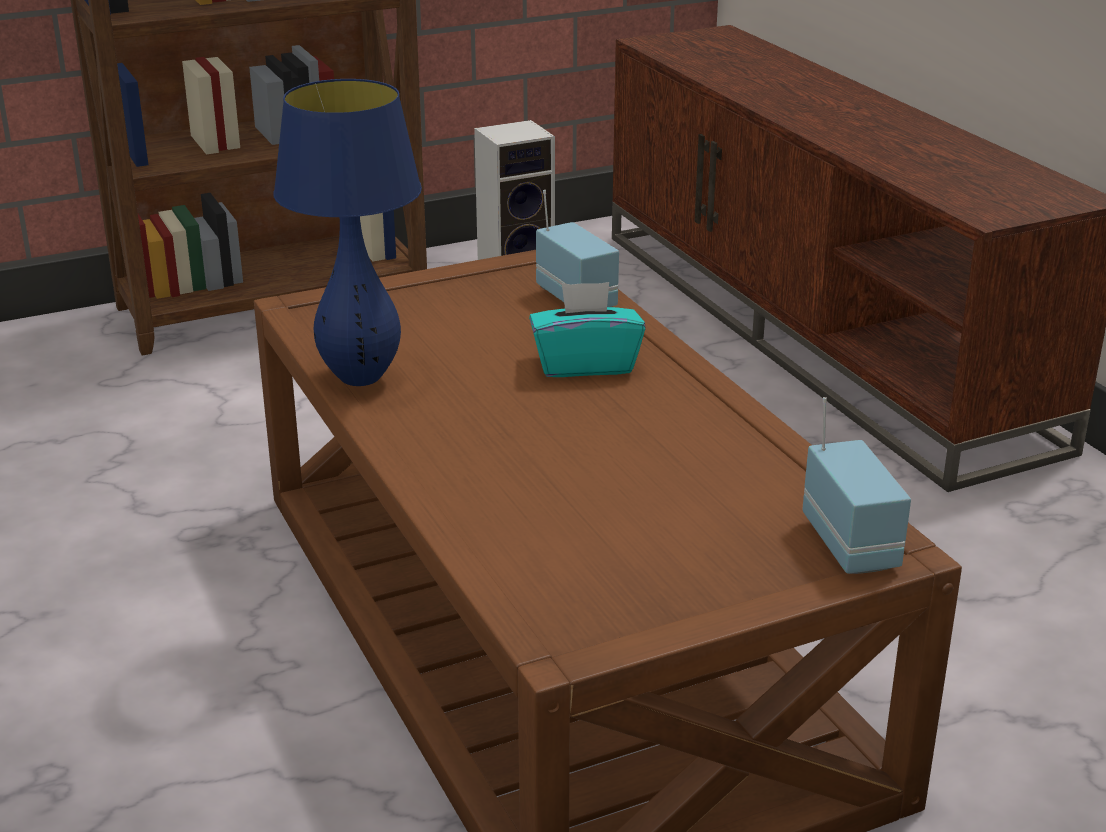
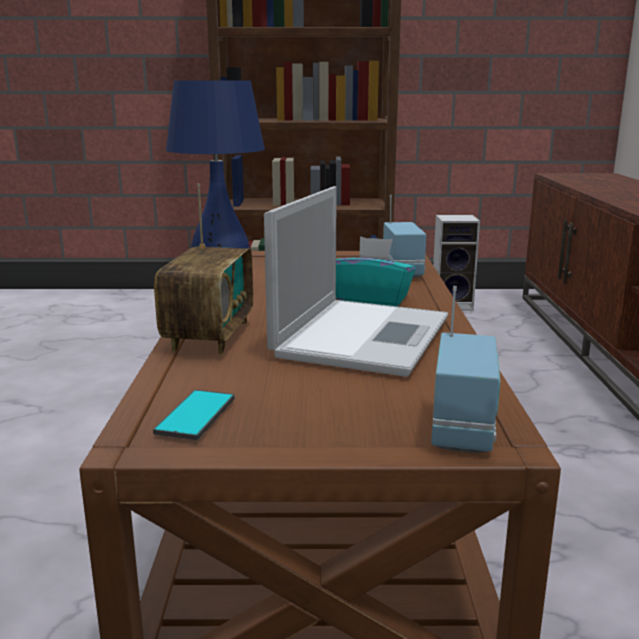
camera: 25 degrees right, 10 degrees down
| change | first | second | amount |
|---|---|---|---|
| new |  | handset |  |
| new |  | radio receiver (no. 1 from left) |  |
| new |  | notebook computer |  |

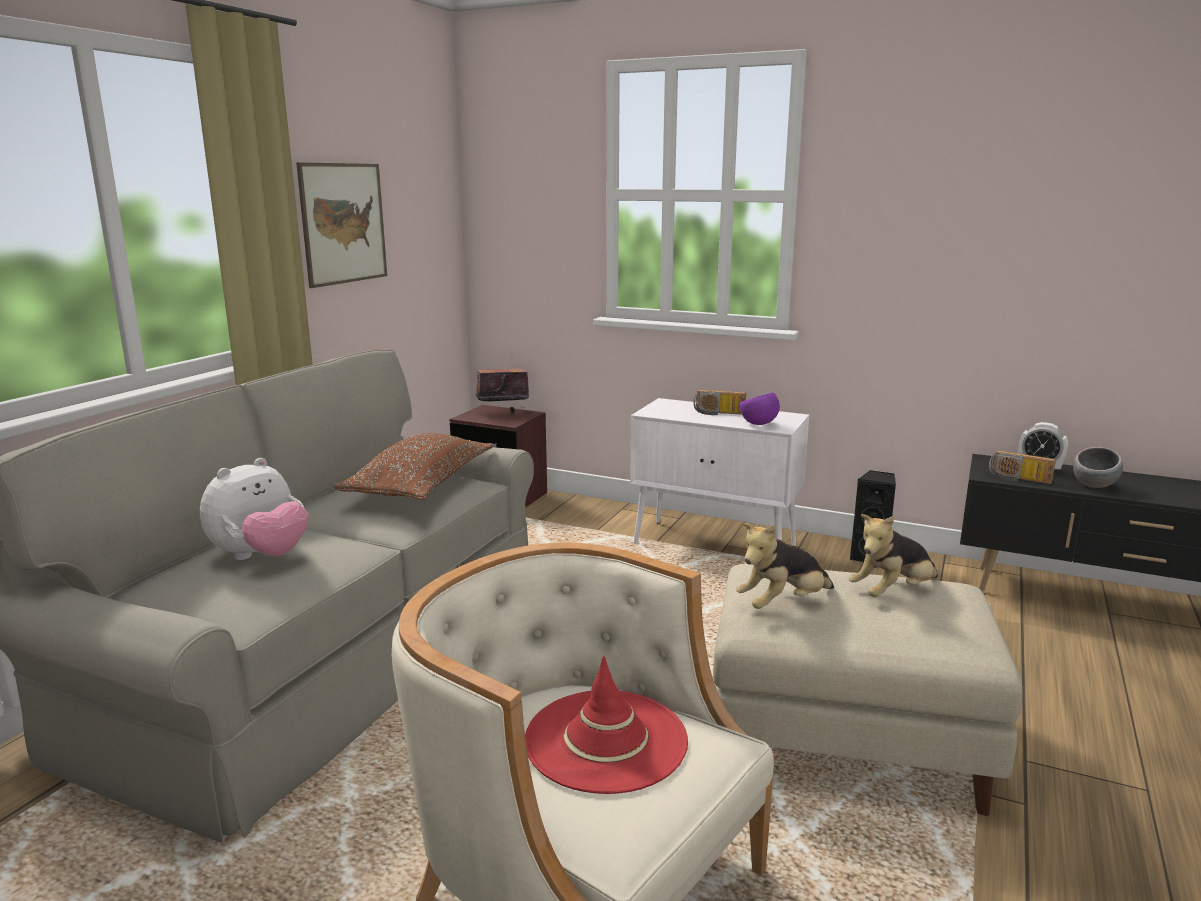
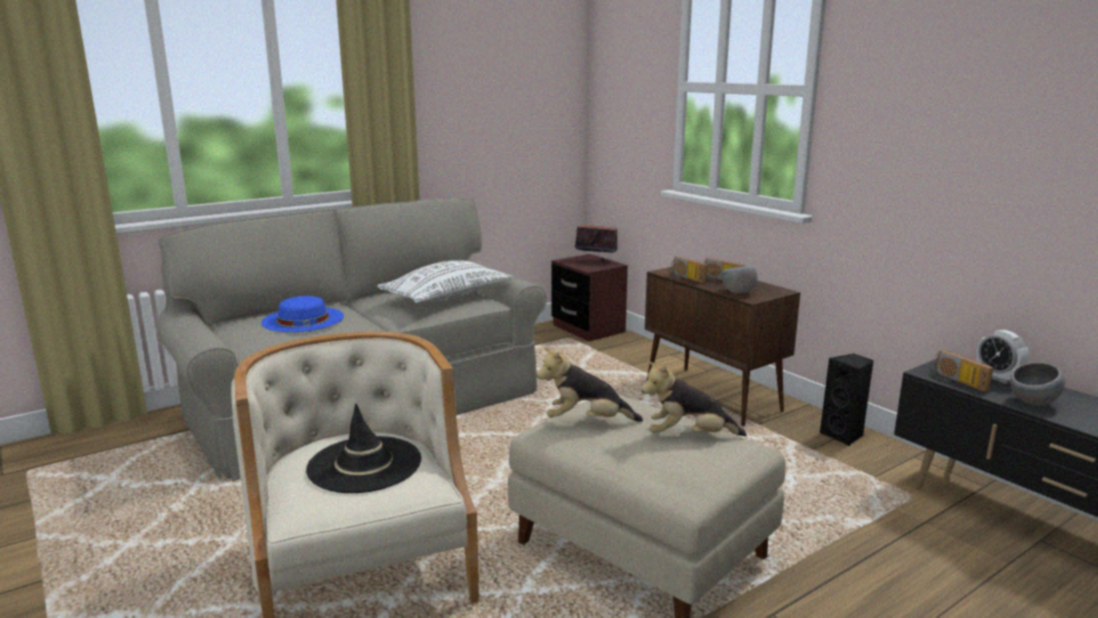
camera: 30 degrees right, 0 degrees up
| change | first | second | amount |
|---|---|---|---|
| swapped | soft toy (no. 1 from left) | hat in bluish |  |
| gone | wall picture |  |  |
| repainted | cushion in brownish | cushion in whitish |  |
| repainted | hat in reddish | hat in black |  |
| repainted | cabinet in whitish | cabinet in brownish |  |
| repainted | bowl in purple-coloured | bowl in grey (no. 1 from left) |  |
| new |  | radio receiver (no. 2 from left) |  |

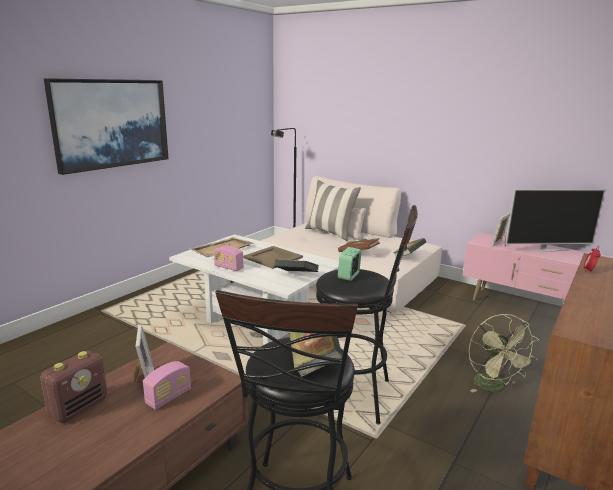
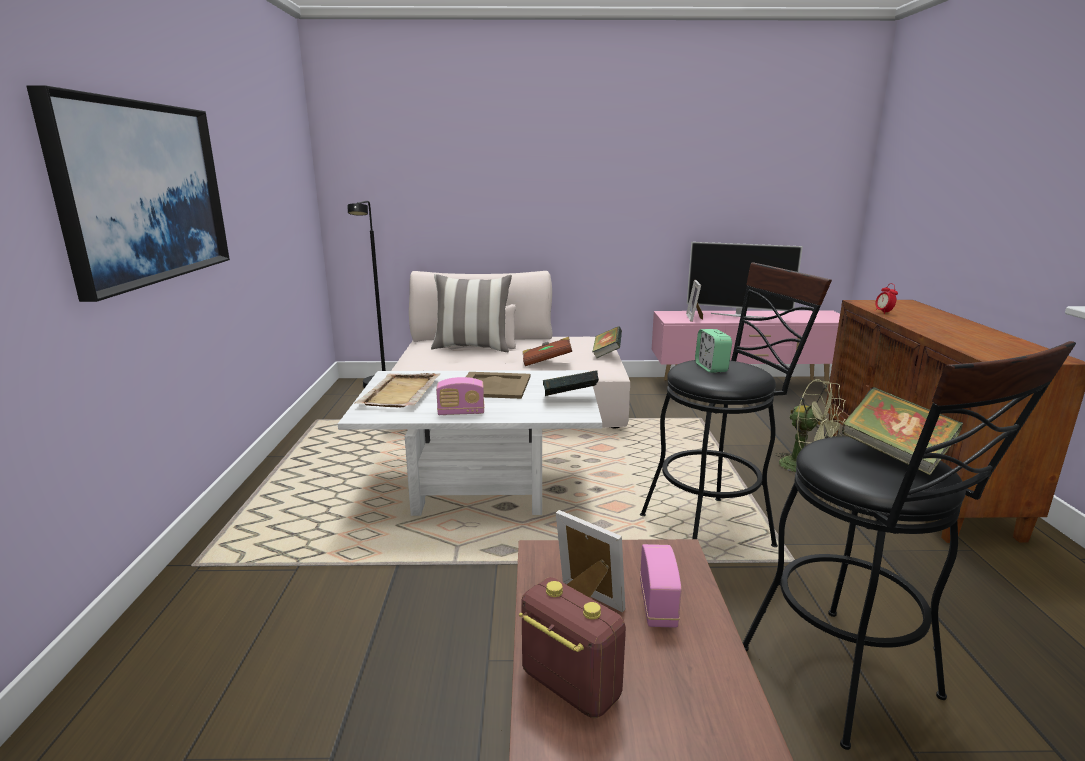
camera: 35 degrees left, 0 degrees up
| change | first | second | amount |
|---|---|---|---|
| rotated | radio receiver (no. 1 from left in the first image) | radio receiver (no. 2 from left) | 45 degrees counterclockwise |
| rotated | television |  | 60 degrees clockwise |

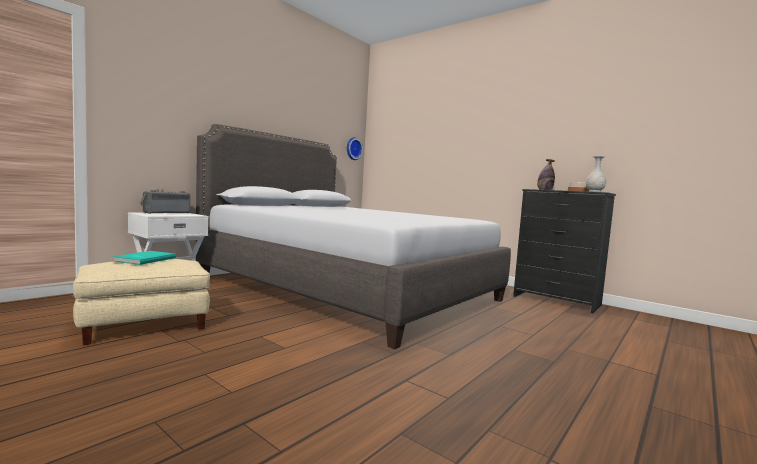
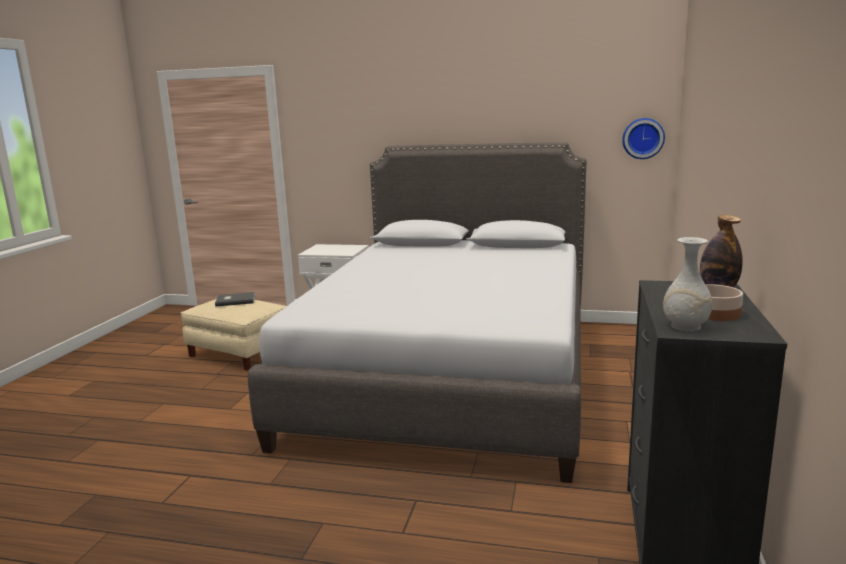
camera: 65 degrees right, 10 degrees up
| change | first | second | amount |
|---|---|---|---|
| repainted | bound book in turquoise | bound book in grey |  |
| gone | radio receiver |  |  |

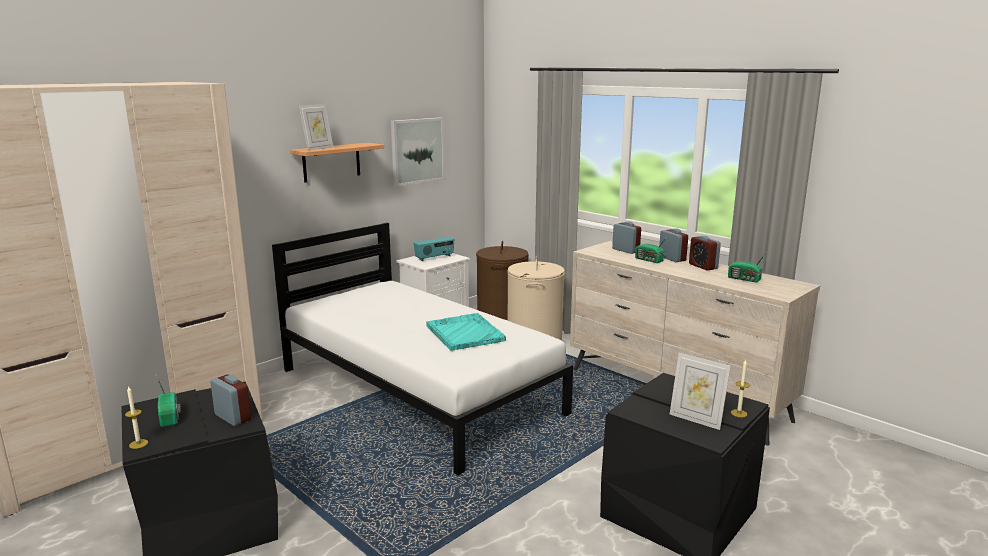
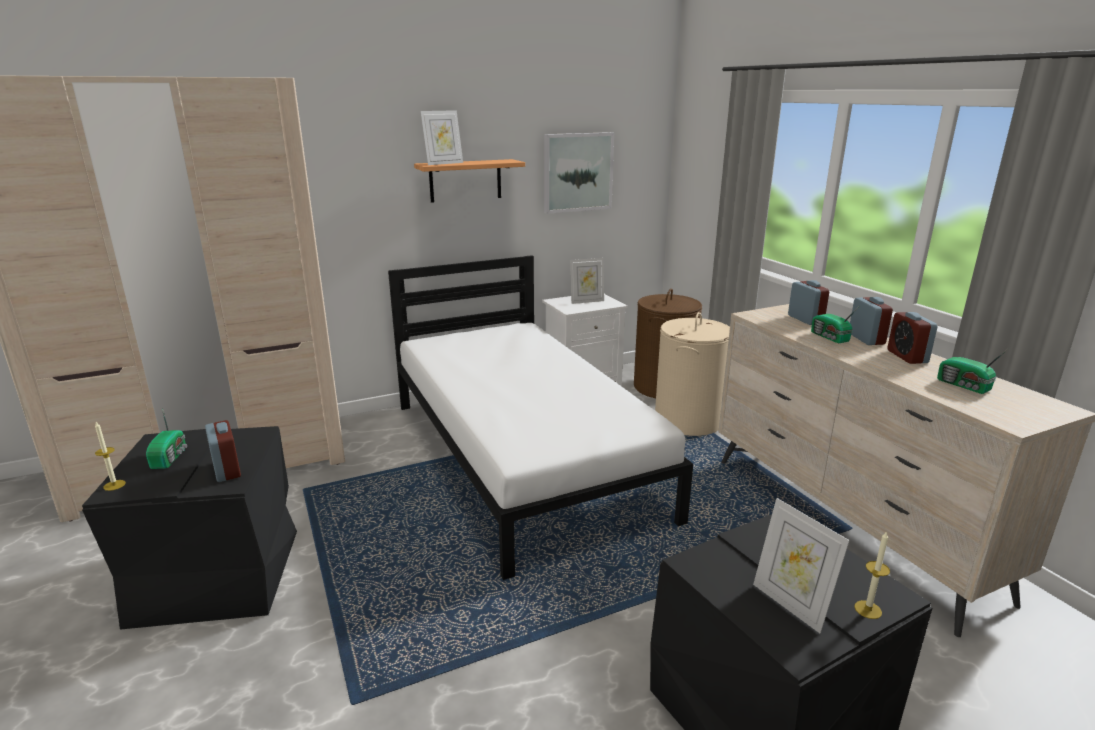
camera: 20 degrees right, 5 degrees up
| change | first | second | amount |
|---|---|---|---|
| swapped | radio receiver (no. 2 from left) | photo frame (no. 2 from left) |  |
| gone | tray in turquoise |  |  |

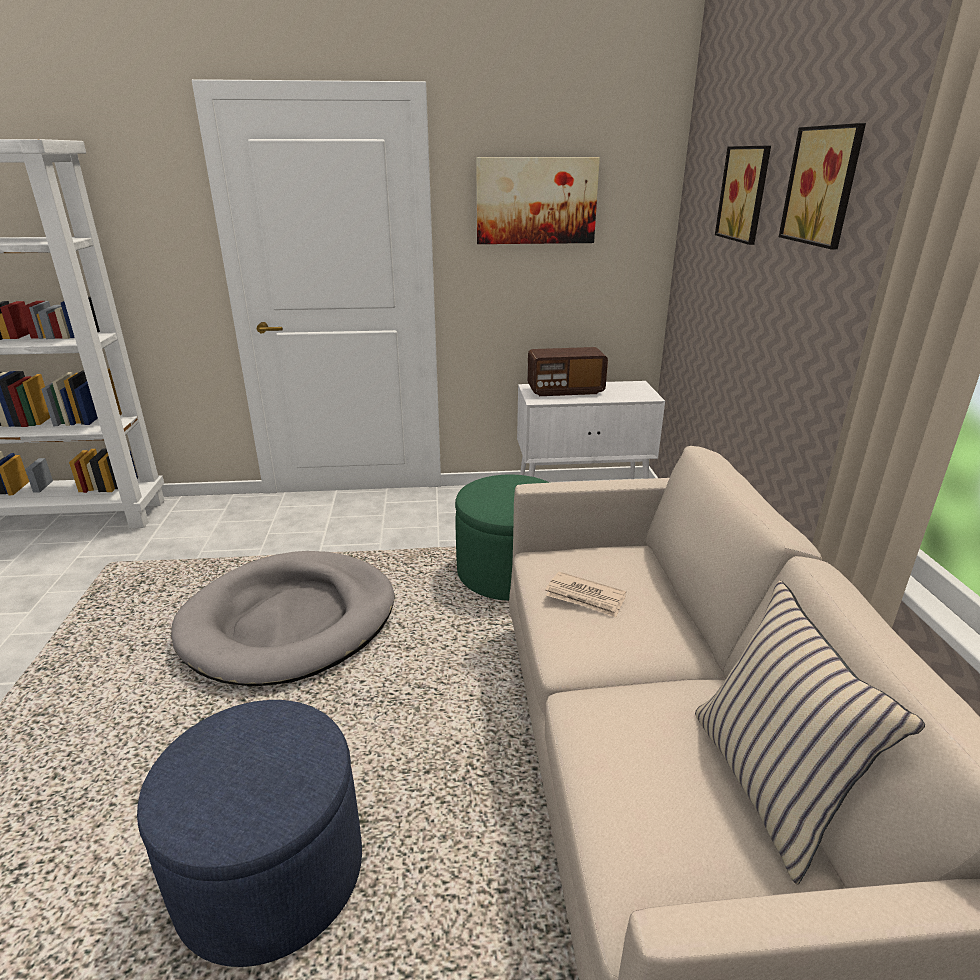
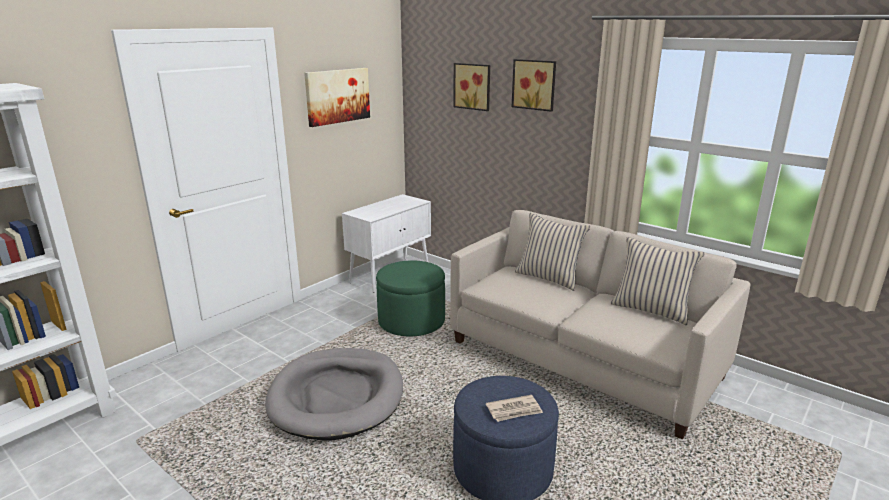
camera: 45 degrees left, 5 degrees down
| change | first | second | amount |
|---|---|---|---|
| gone | radio receiver |  |  |
| shifted | newspaper |  |  |
| new |  | cushion in sand-coloured (no. 1 from left) |  |

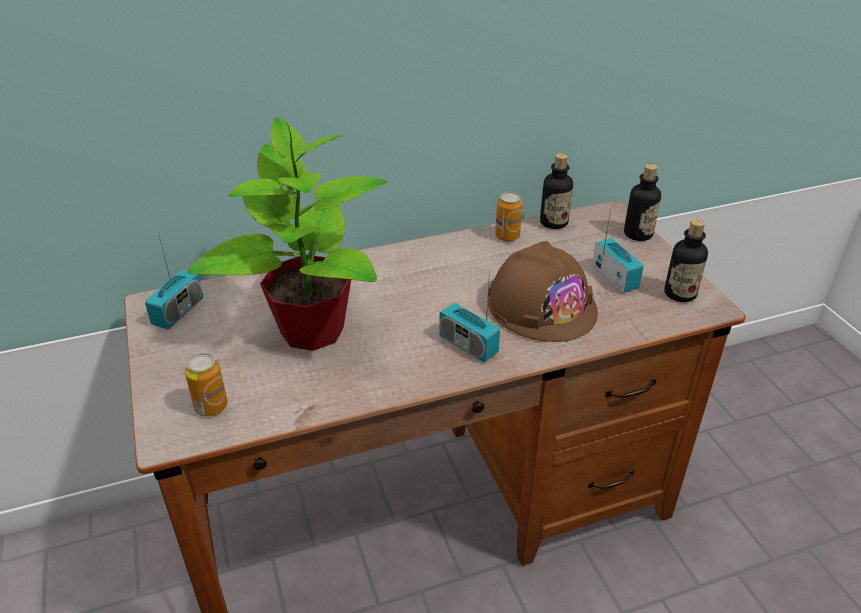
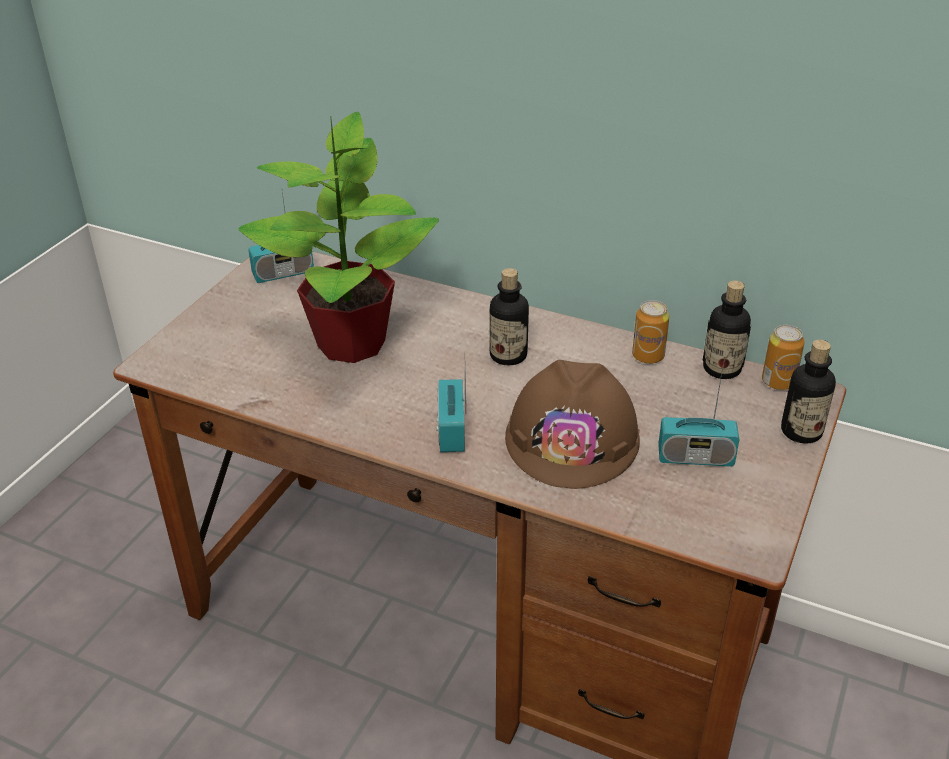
camera: 45 degrees right, 0 degrees up
| change | first | second | amount |
|---|---|---|---|
| shifted | metal can (no. 1 from left in the first image) | metal can (no. 2 from left) |  |
| rotated | radio receiver (no. 3 from left) |  | 75 degrees clockwise |
| shifted | drink bottle (no. 3 from left in the first image) | drink bottle (no. 1 from left) |  |

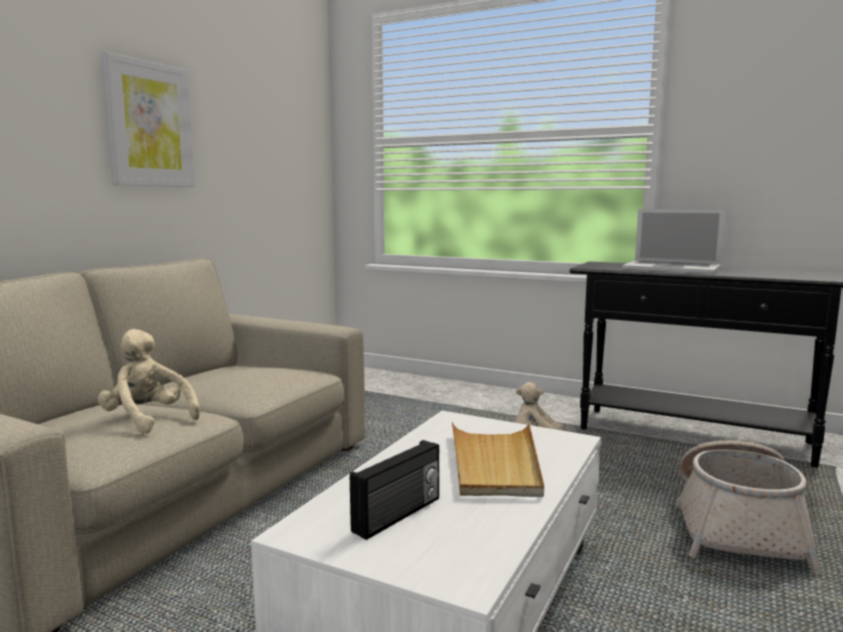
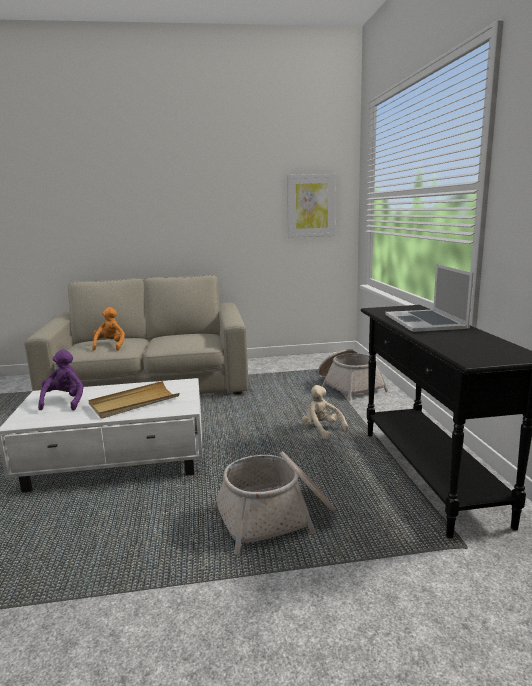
camera: 55 degrees right, 5 degrees up
| change | first | second | amount |
|---|---|---|---|
| repainted | soft toy in sand-coloured (no. 1 from left) | soft toy in orange |  |
| shifted | wall picture |  |  |
| swapped | radio receiver | soft toy in purple-coloured |  |
| new |  | storage basket (no. 2 from left) |  |

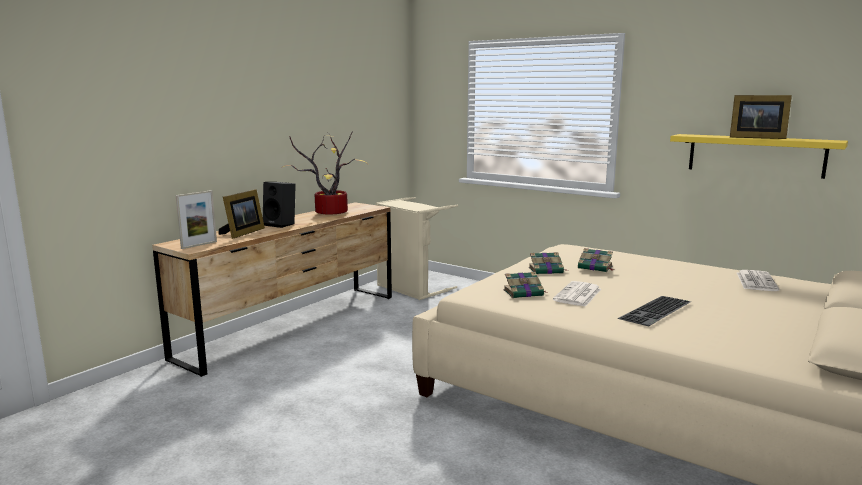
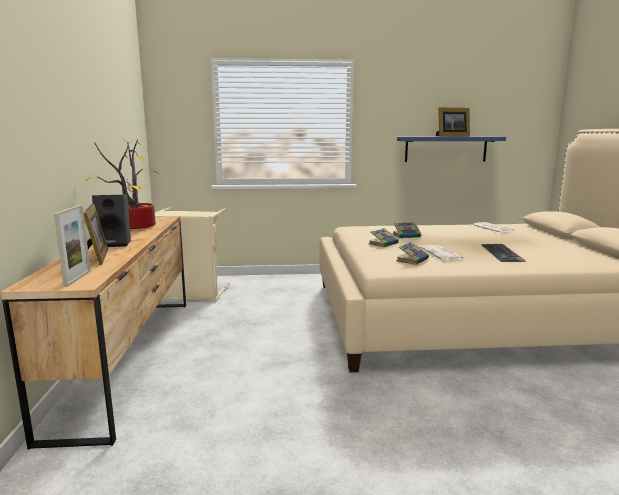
camera: 40 degrees left, 0 degrees up
| change | first | second | amount |
|---|---|---|---|
| repainted | wall shelf in yellow-coloured | wall shelf in bluish |  |

